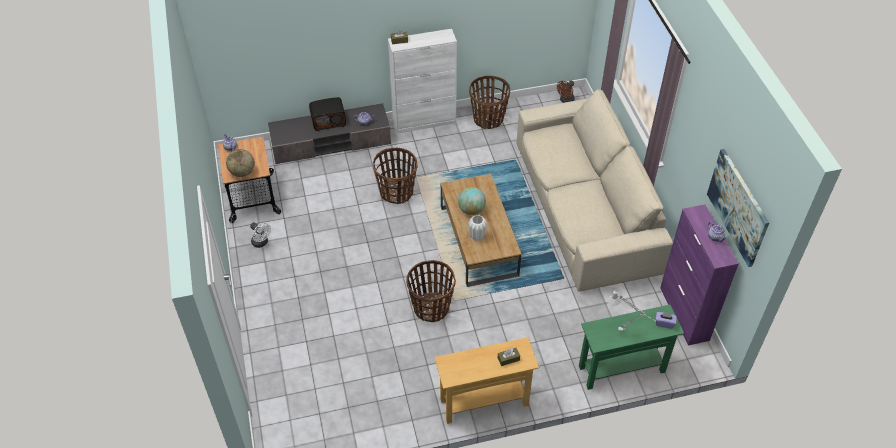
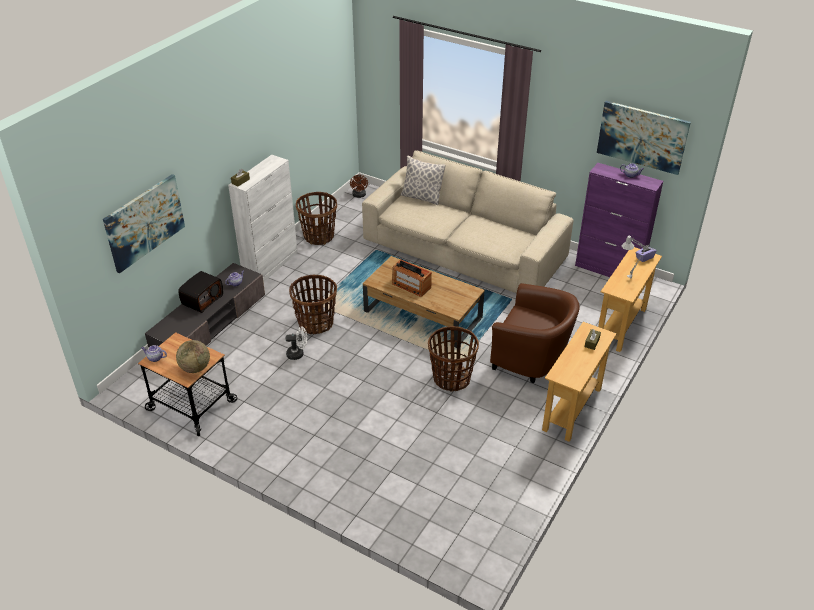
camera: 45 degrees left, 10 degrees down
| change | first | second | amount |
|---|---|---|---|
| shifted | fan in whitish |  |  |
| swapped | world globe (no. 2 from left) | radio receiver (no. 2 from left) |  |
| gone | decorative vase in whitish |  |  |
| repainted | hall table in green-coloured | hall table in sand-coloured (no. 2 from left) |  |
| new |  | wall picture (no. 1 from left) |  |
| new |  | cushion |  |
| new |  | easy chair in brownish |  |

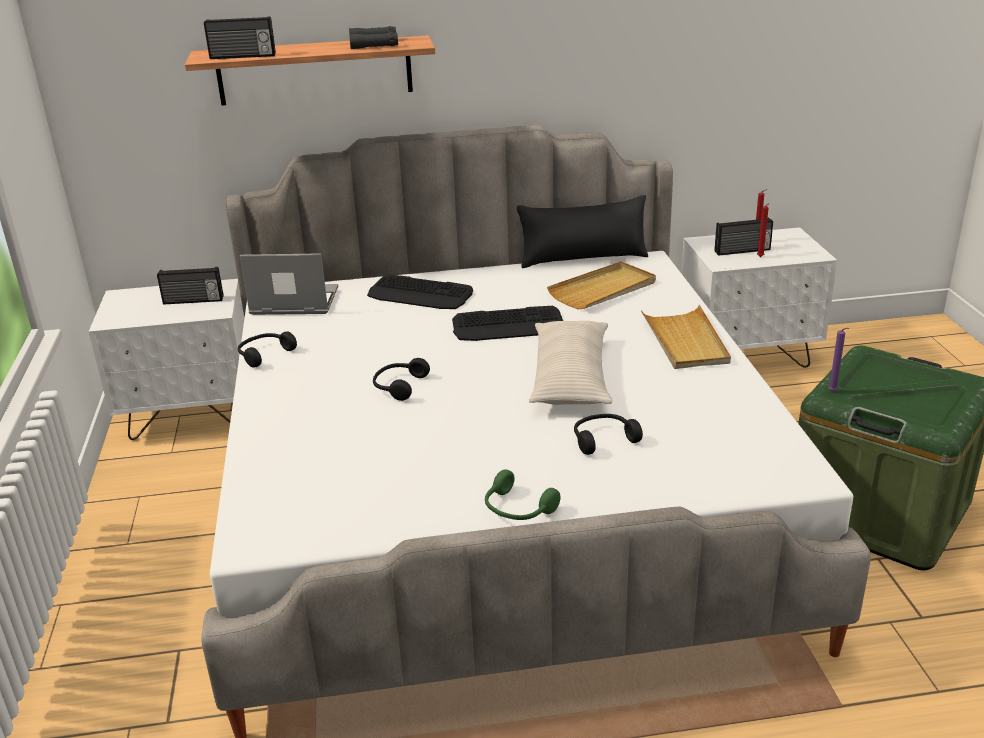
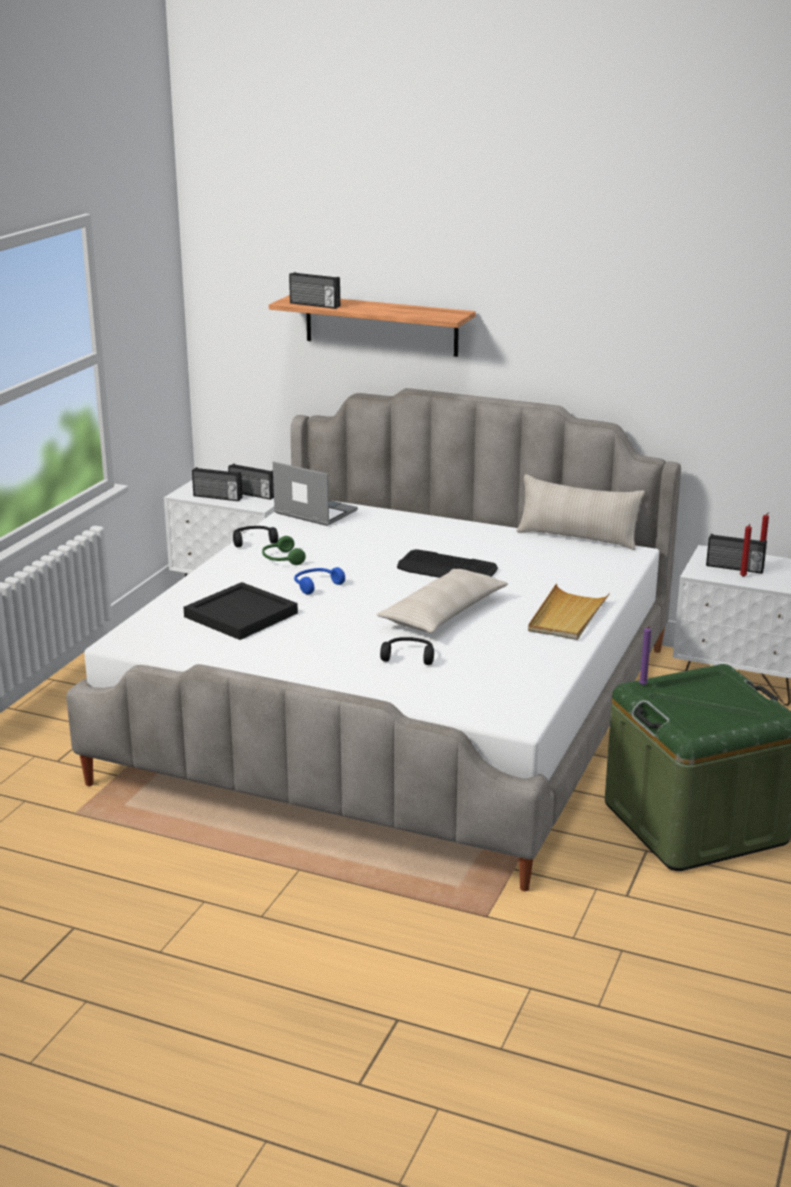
camera: 30 degrees right, 5 degrees down
| change | first | second | amount |
|---|---|---|---|
| gone | pair of binoculars in black |  |  |
| gone | computer keyboard (no. 1 from left) |  |  |
| repainted | headset in black (no. 2 from left) | headset in bluish |  |
| shifted | headset in green-coloured |  |  |
| repainted | cushion in black | cushion in sand-coloured (no. 2 from left) |  |
| gone | tray in sand-coloured (no. 1 from left) |  |  |
| new |  | tray in black |  |
| new |  | radio receiver (no. 1 from left) |  |

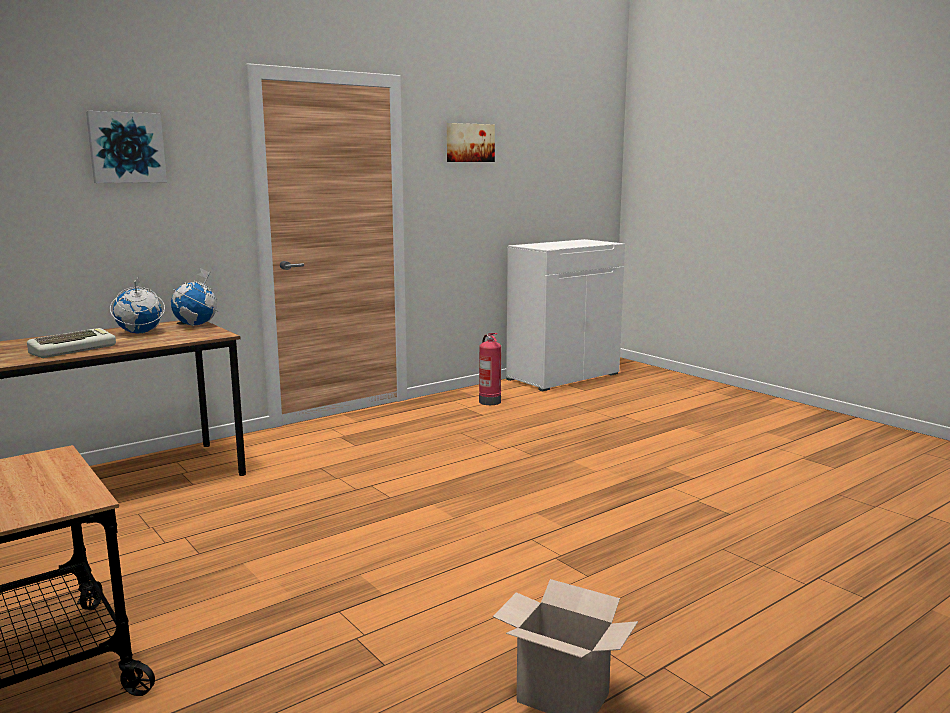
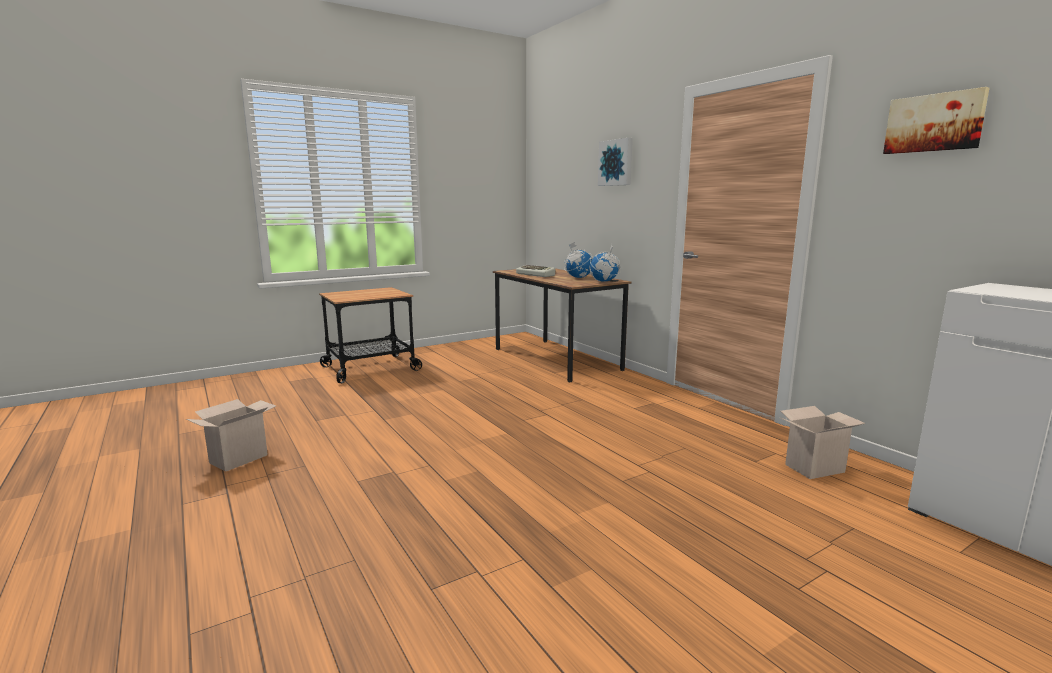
camera: 95 degrees right, 0 degrees up
| change | first | second | amount |
|---|---|---|---|
| swapped | extinguisher | cardboard box (no. 2 from left) |  |

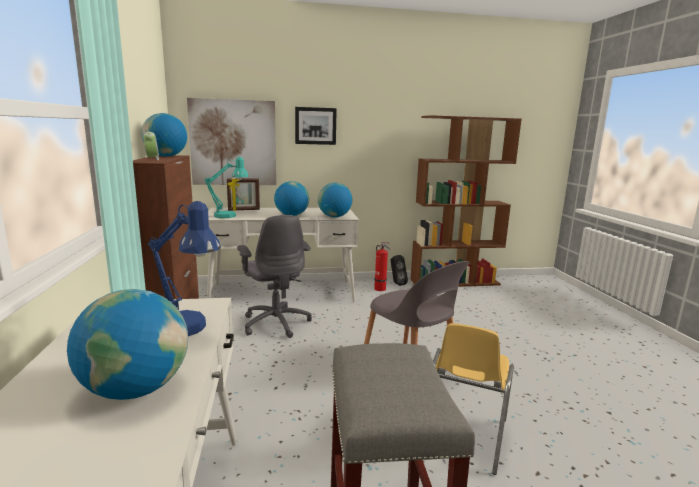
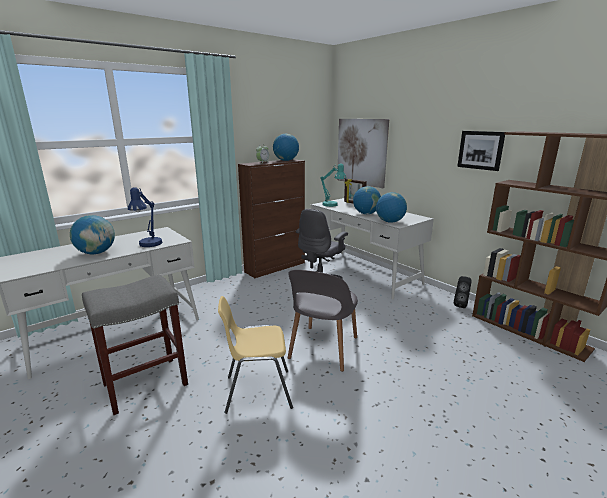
camera: 60 degrees right, 5 degrees up
| change | first | second | amount |
|---|---|---|---|
| shifted | wall picture (no. 2 from left) |  |  |
| gone | extinguisher |  |  |

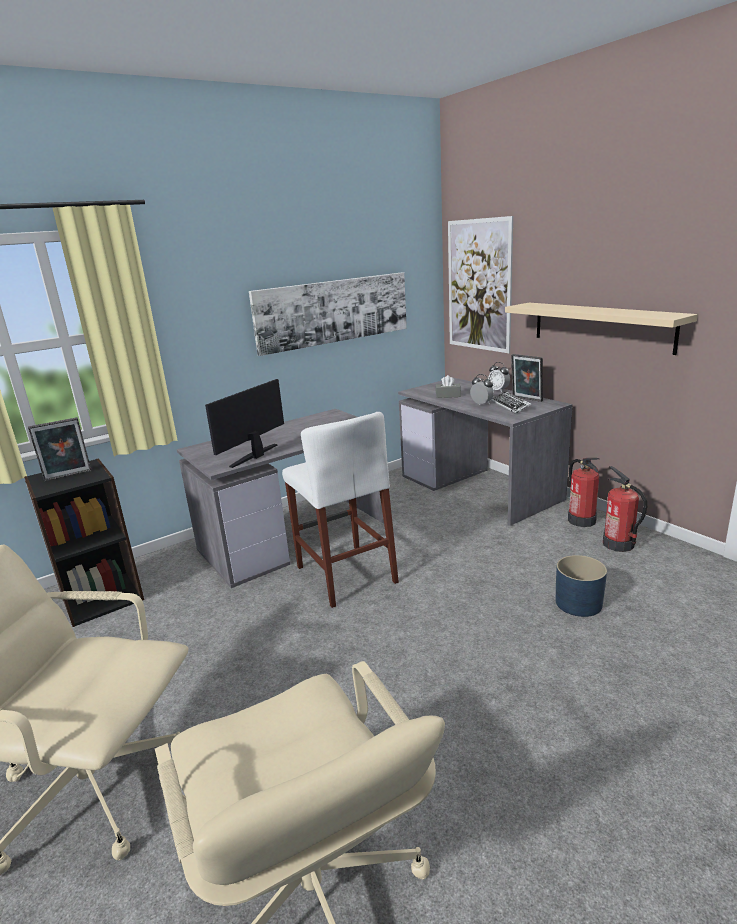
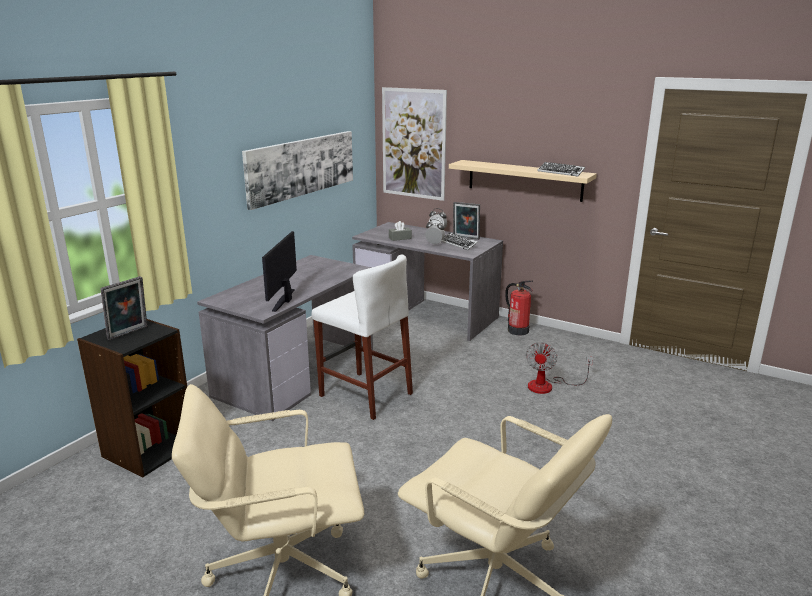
camera: 25 degrees left, 0 degrees up
| change | first | second | amount |
|---|---|---|---|
| swapped | plant pot in bluish | fan |  |
| gone | extinguisher (no. 2 from left) |  |  |
| new |  | computer keyboard (no. 2 from left) |  |

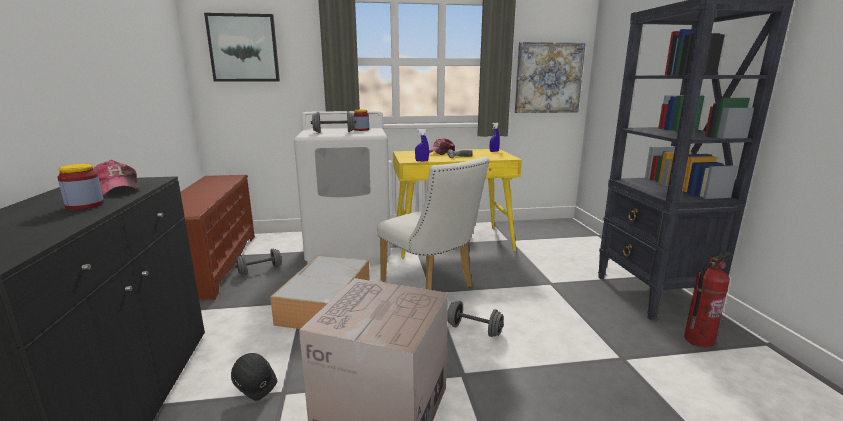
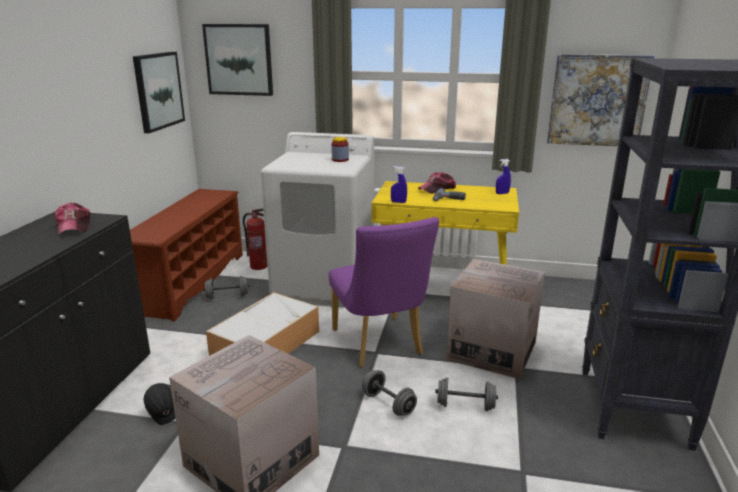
camera: 20 degrees right, 5 degrees up
| change | first | second | amount |
|---|---|---|---|
| gone | jar (no. 1 from left) |  |  |
| shifted | dumbbell in grey (no. 2 from left in the first image) | dumbbell in grey (no. 3 from left) |  |
| repainted | upright chair in whitish | upright chair in purple-coloured |  |
| shifted | extinguisher |  |  |
| new |  | wall picture (no. 1 from left) |  |
| new |  | cardboard box (no. 2 from left) |  |

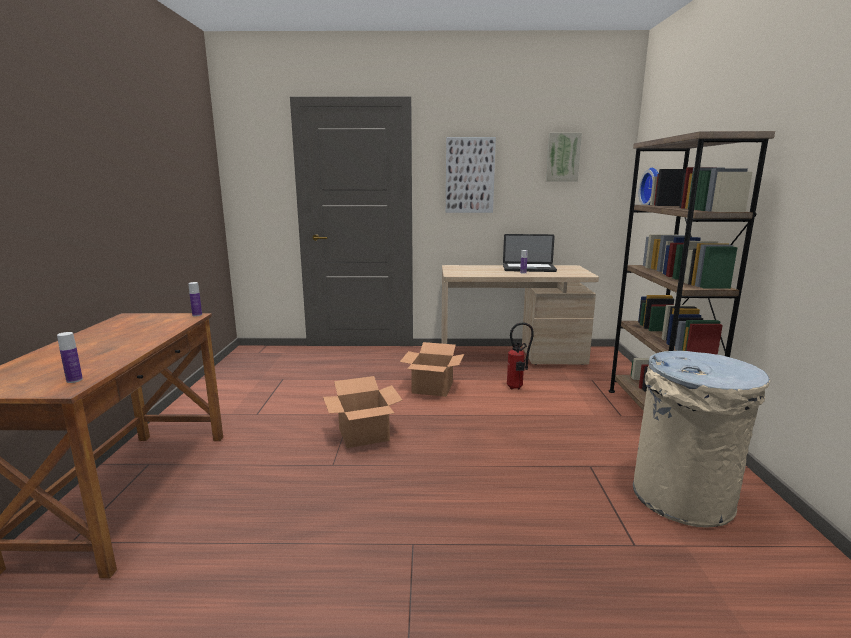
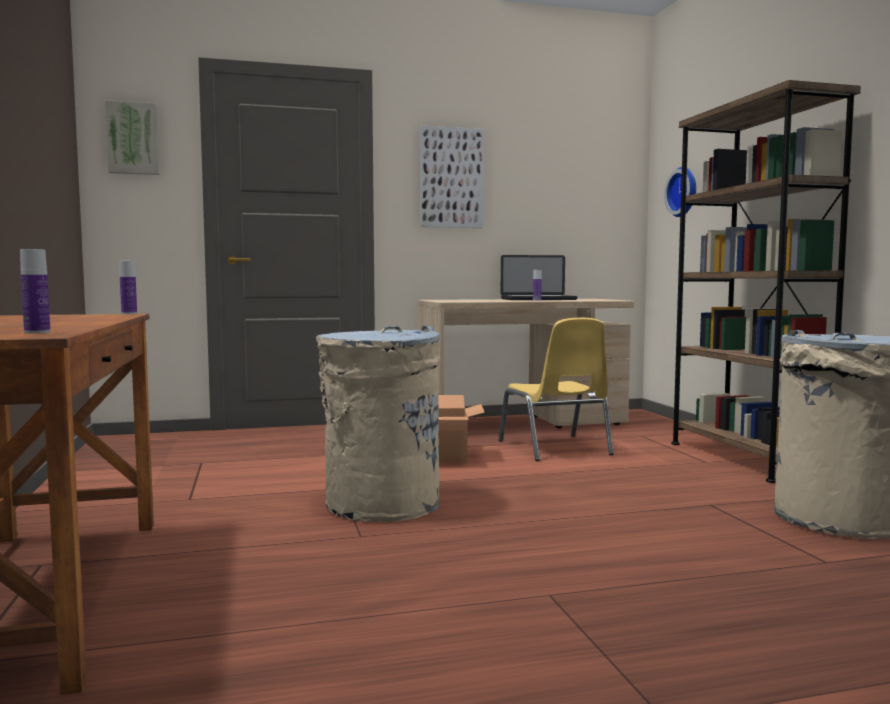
camera: 15 degrees left, 10 degrees down
| change | first | second | amount |
|---|---|---|---|
| swapped | cardboard box (no. 1 from left) | waste bin in sand-coloured (no. 1 from left) |  |
| swapped | extinguisher | upright chair in yellow-coloured |  |
| shifted | wall picture (no. 2 from left in the first image) | wall picture (no. 1 from left) |  |

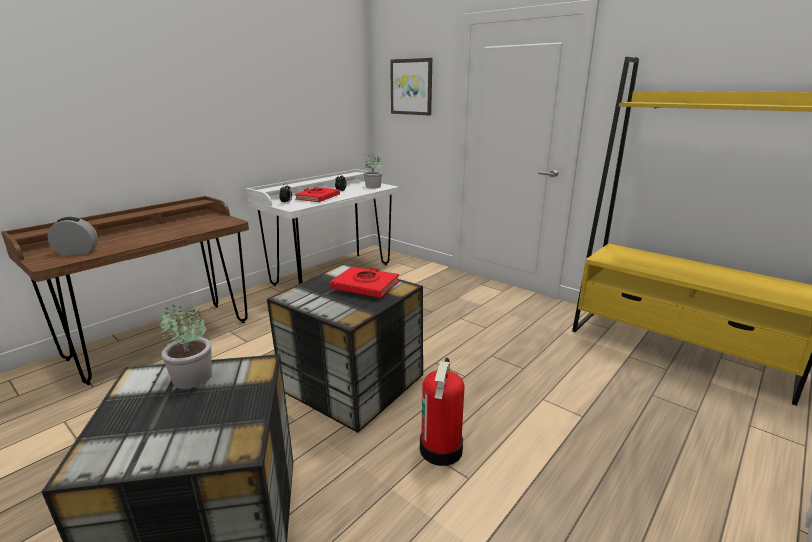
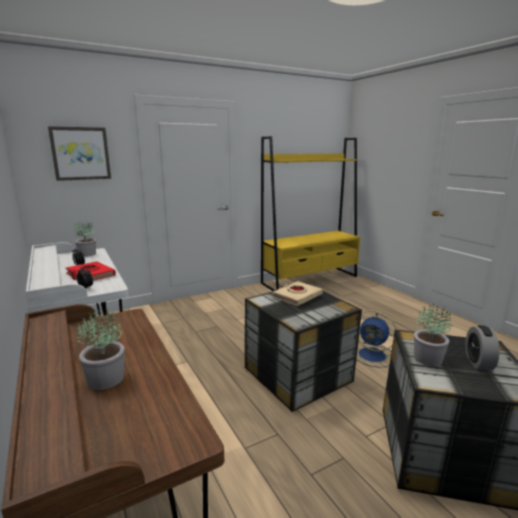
camera: 70 degrees left, 5 degrees down
| change | first | second | amount |
|---|---|---|---|
| shifted | table clock (no. 1 from left in the first image) | table clock (no. 3 from left) |  |
| repainted | bound book in reddish (no. 2 from left) | bound book in sand-coloured |  |
| swapped | extinguisher | fan in bluish |  |
| new |  | houseplant (no. 2 from left) |  |

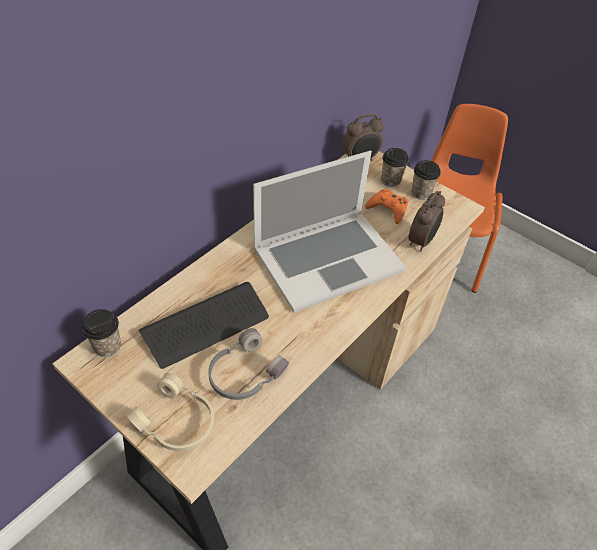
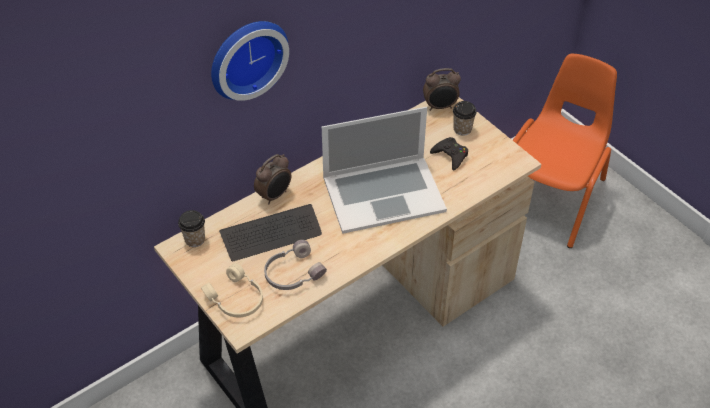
camera: 15 degrees right, 0 degrees up
| change | first | second | amount |
|---|---|---|---|
| repainted | joypad in orange | joypad in black |  |
| shifted | table clock (no. 2 from left in the first image) | table clock (no. 1 from left) |  |
| gone | drinking cup (no. 3 from left) |  |  |
| new |  | wall clock |  |

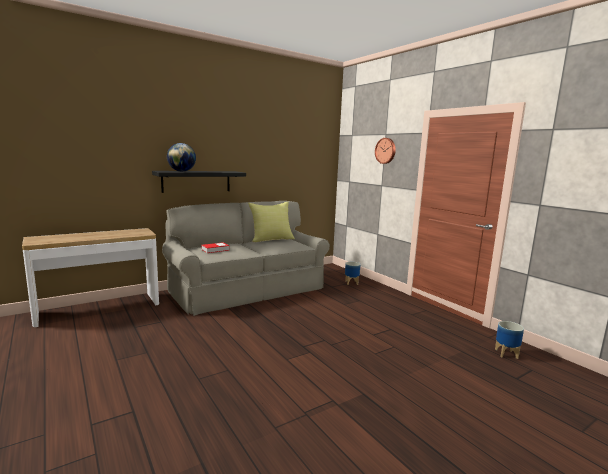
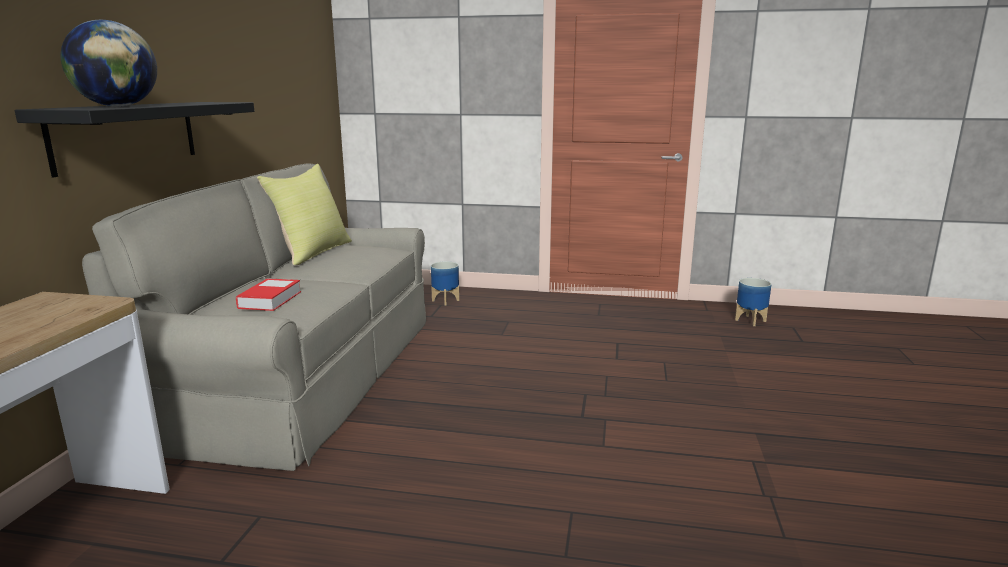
camera: 45 degrees left, 5 degrees up
| change | first | second | amount |
|---|---|---|---|
| gone | wall clock |  |  |

